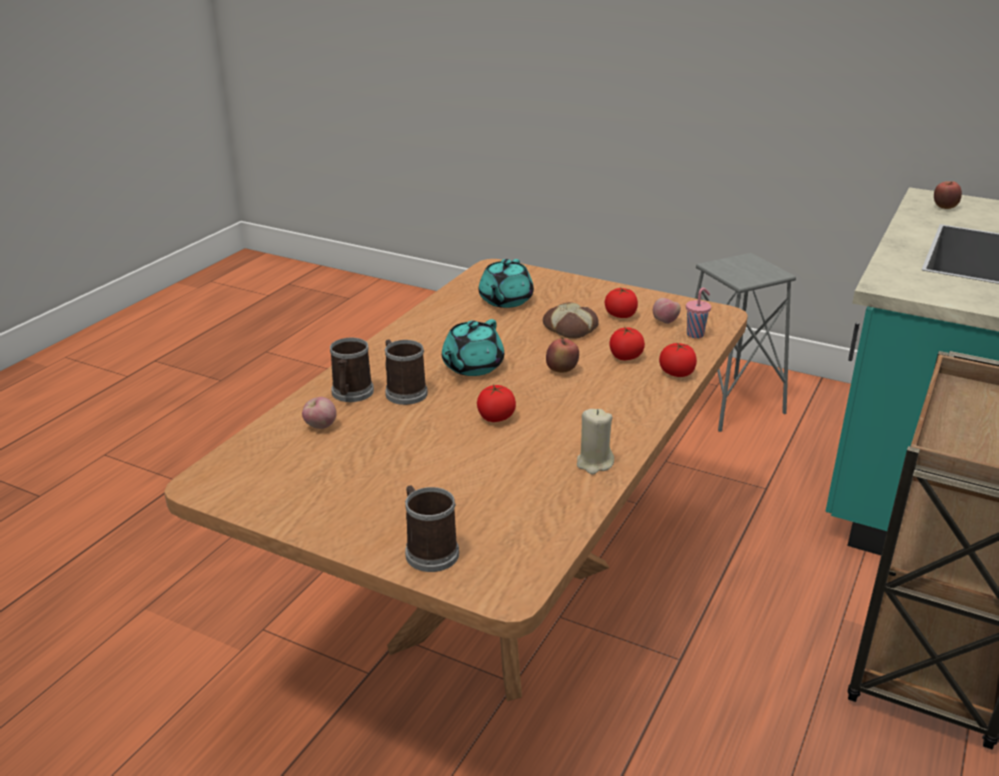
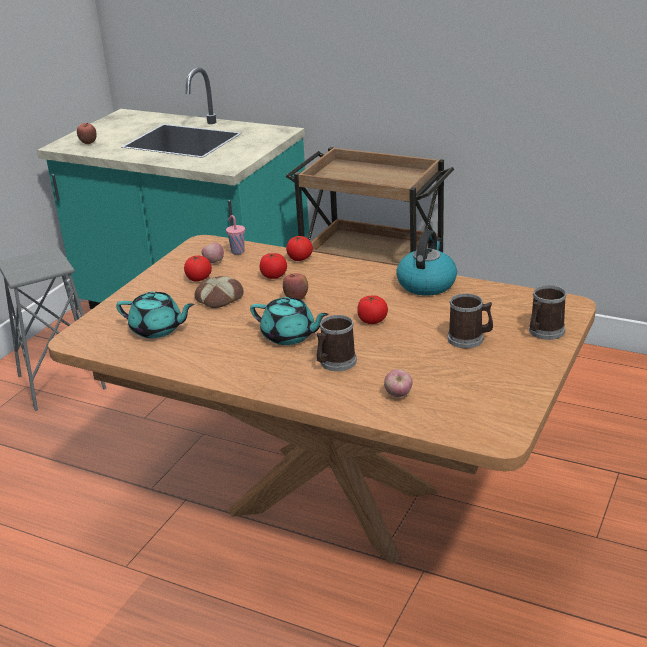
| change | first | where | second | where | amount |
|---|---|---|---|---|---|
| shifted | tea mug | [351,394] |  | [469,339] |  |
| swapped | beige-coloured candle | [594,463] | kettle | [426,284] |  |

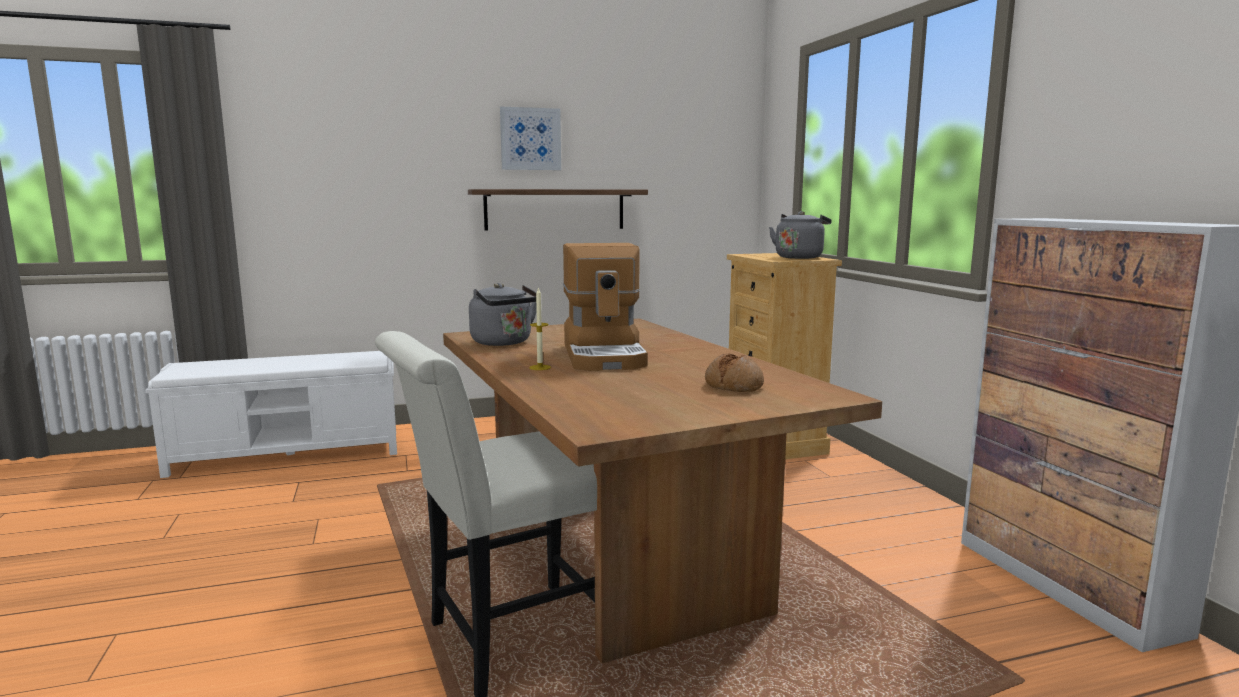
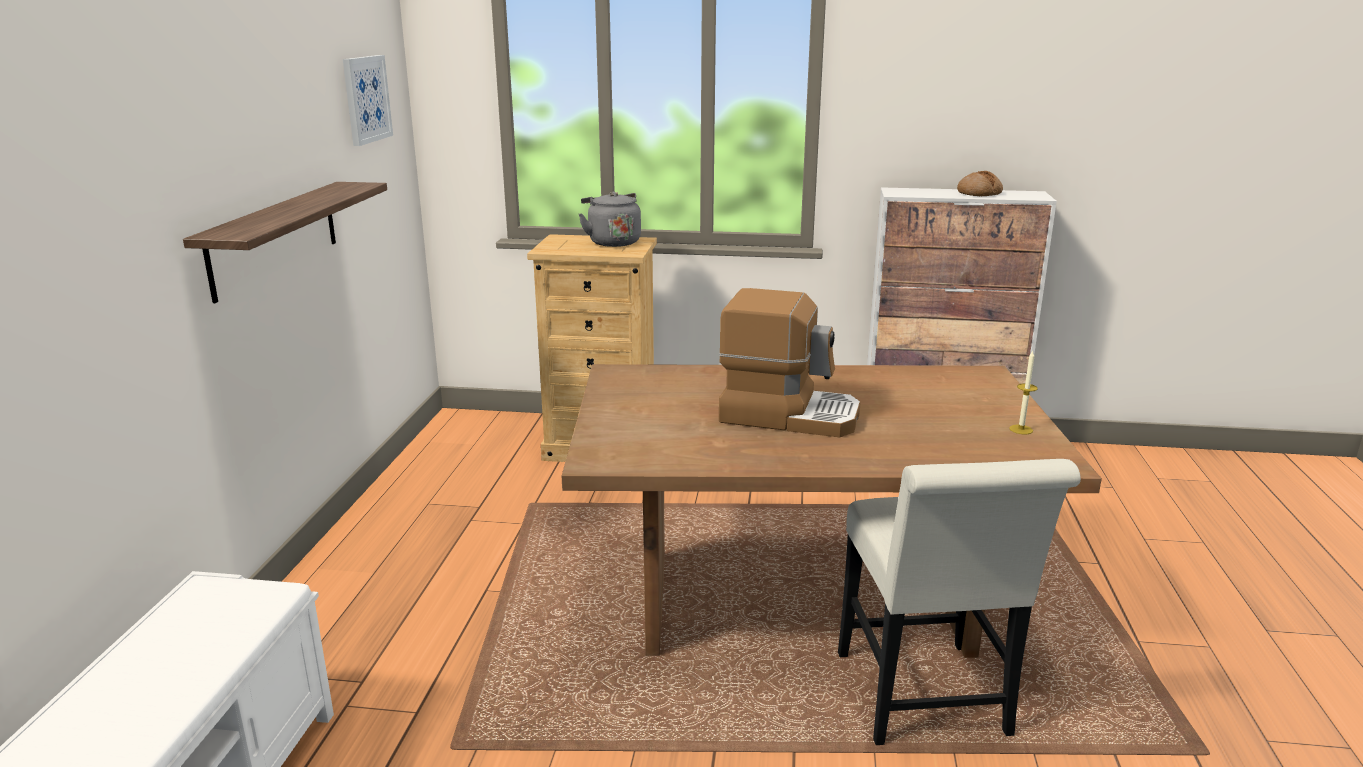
| change | first | where | second | where | amount |
|---|---|---|---|---|---|
| shifted | wall picture | [530,139] |  | [366,99] |  |
| gone | grey kettle | [504,343] |  |  |  |
| shifted | candle | [540,367] |  | [1021,429] |  |
| shifted | bakery bread | [734,385] |  | [979,193] |  |

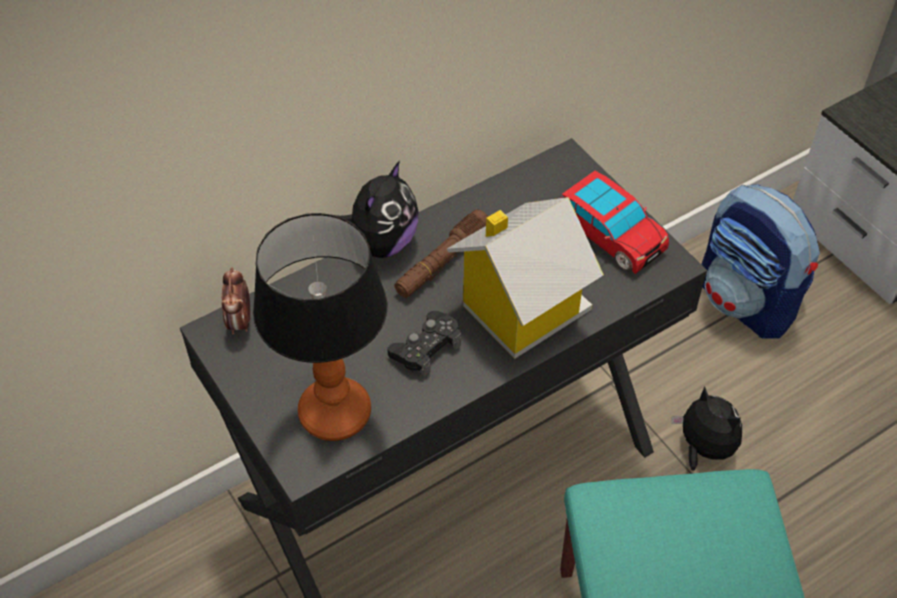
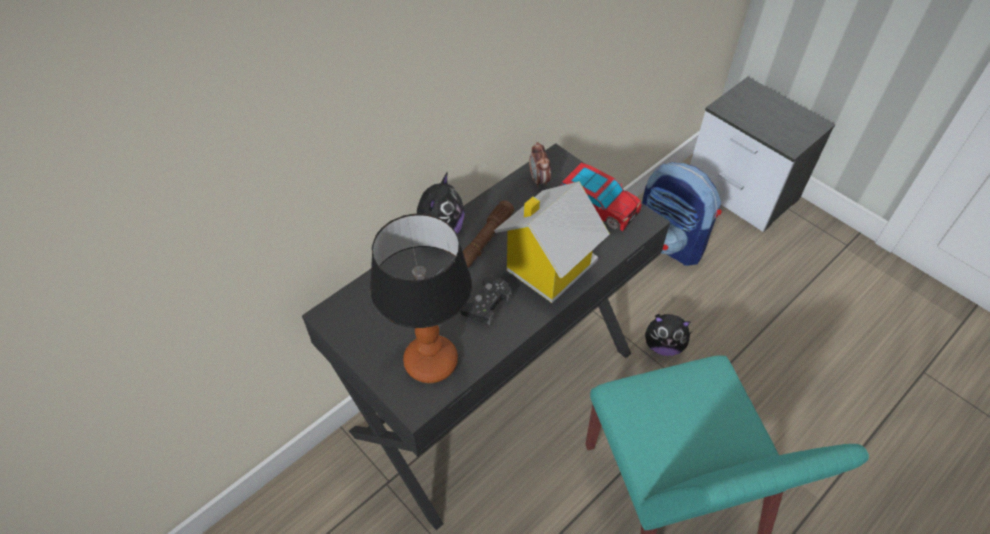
| change | first | where | second | where | amount |
|---|---|---|---|---|---|
| shifted | alarm clock | [240,322] |  | [539,180] |  |
| rotated | cuddly toy | [703,448] |  | [663,345] | 150 degrees clockwise |

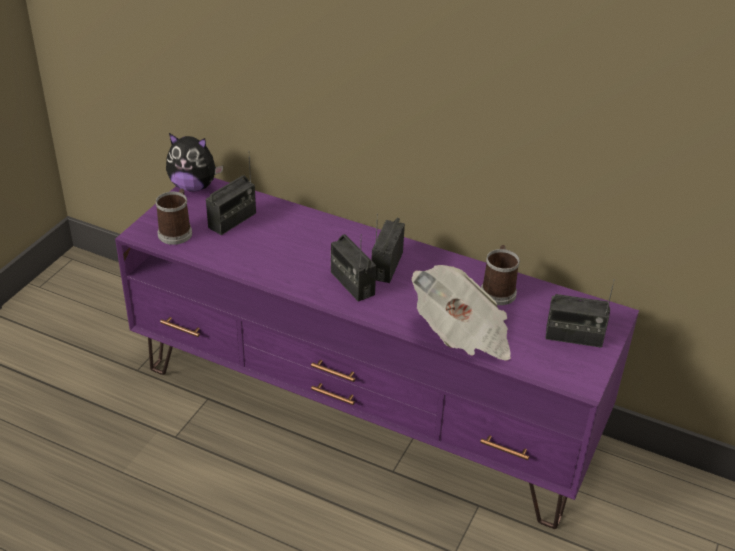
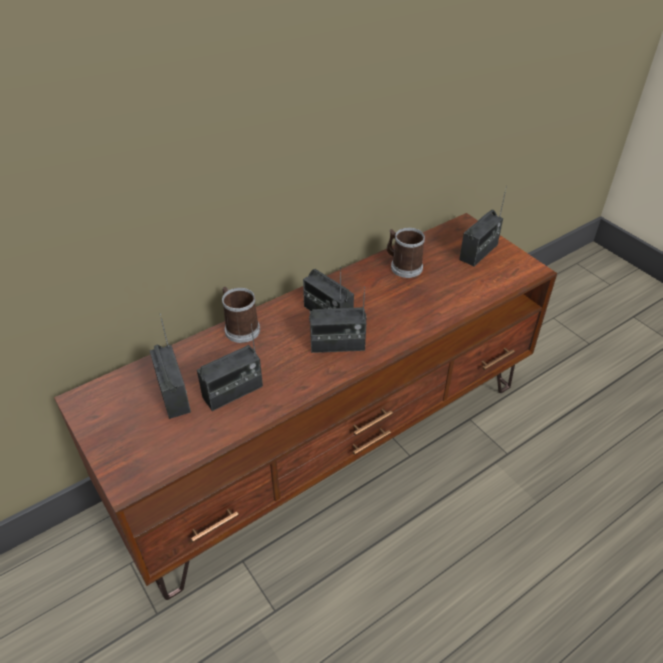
| change | first | where | second | where | amount |
|---|---|---|---|---|---|
| gone | cuddly toy | [194,186] |  |  |  |
| repainted | purple-coloured media console | [365,407] | brownish media console | [331,443] |  |
| shifted | tea mug | [177,231] |  | [240,328] |  |
| gone | newspaper | [462,335] |  |  |  |
| new |  |  | radio set | [233,392] |  |

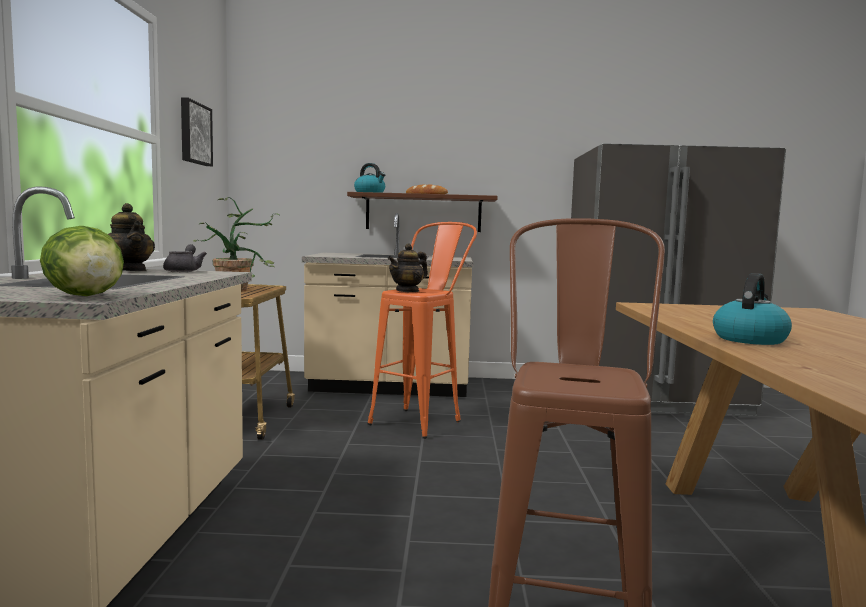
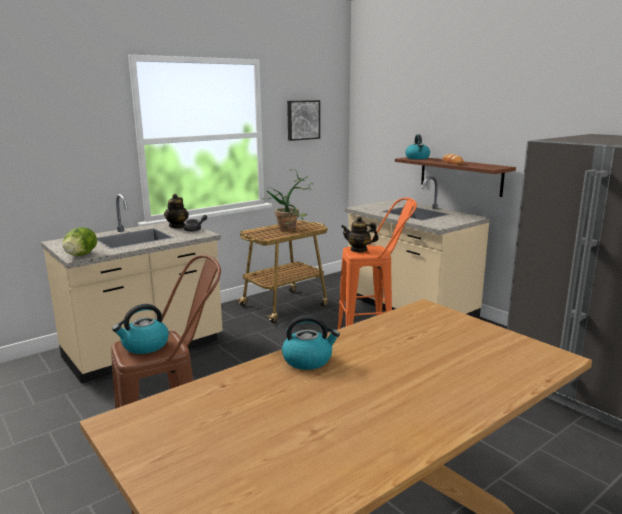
| change | first | where | second | where | amount |
|---|---|---|---|---|---|
| new |  |  | kettle | [144,346] |  |

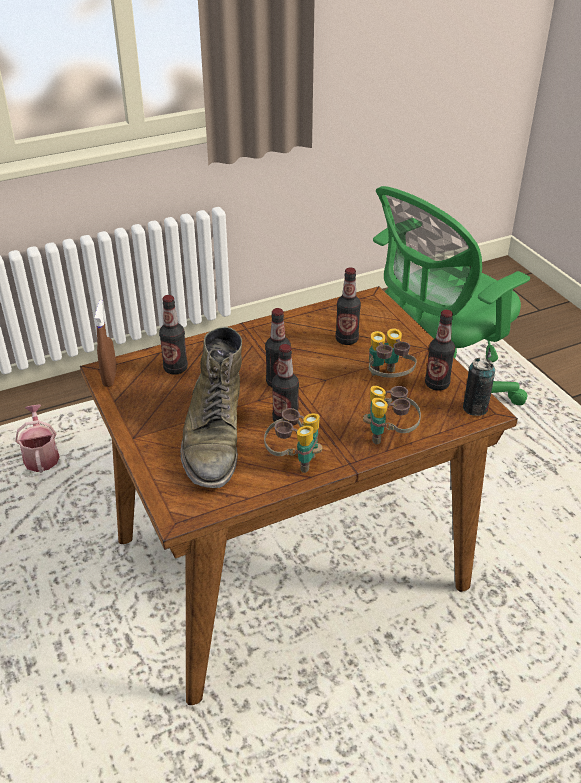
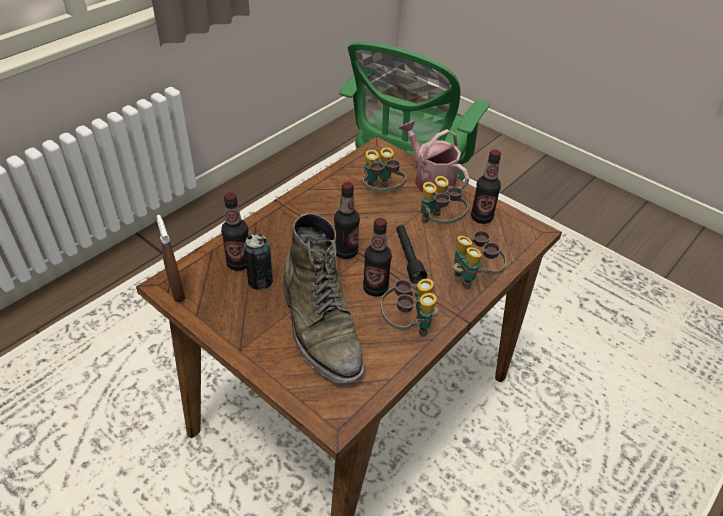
| change | first | where | second | where | amount |
|---|---|---|---|---|---|
| swapped | bottle | [346,339] | pair of binoculars | [380,194] |  |
| shifted | can | [475,408] |  | [260,281] |  |
| shifted | watering can | [41,456] |  | [430,179] |  |
| new |  |  | blackish hand torch | [408,258] |  |

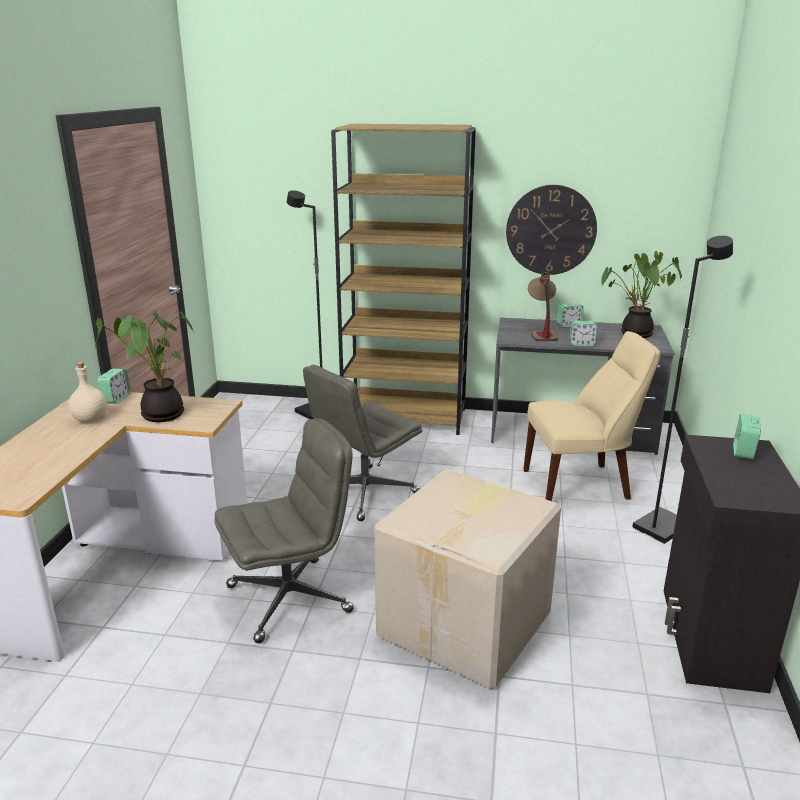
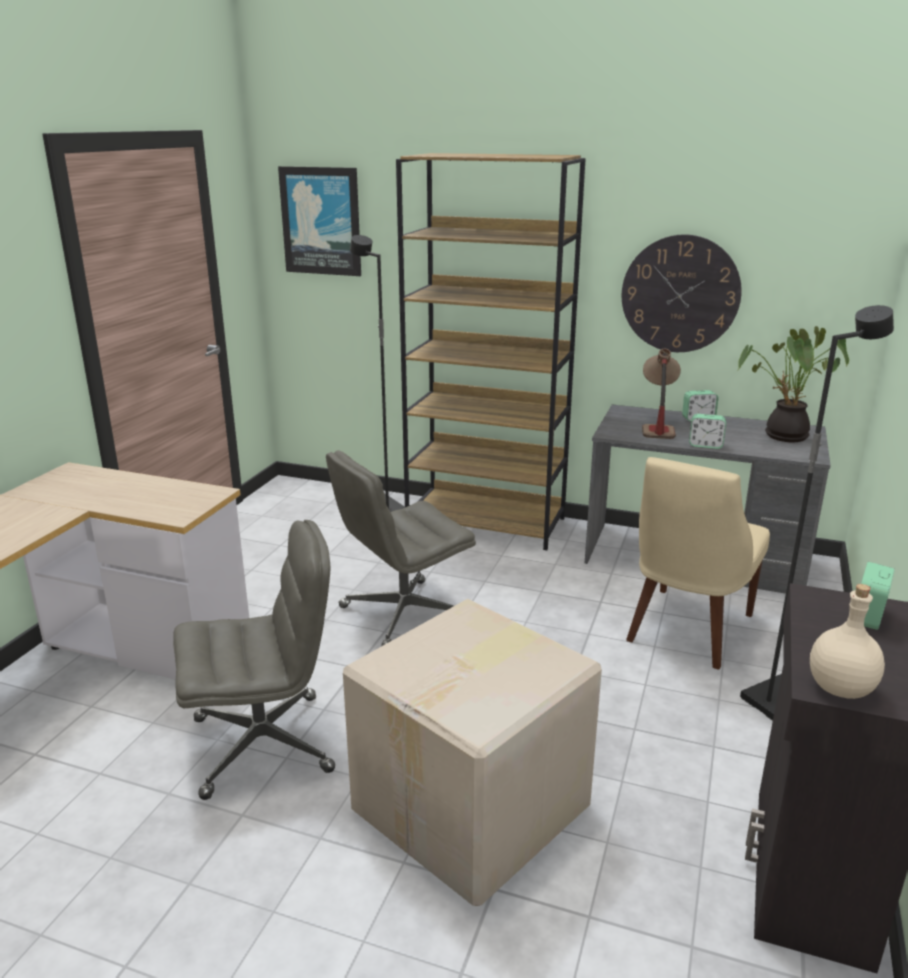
| change | first | where | second | where | amount |
|---|---|---|---|---|---|
| gone | plant in a pot | [159,414] |  |  |  |
| rotated | beige-coloured plain chair | [581,484] |  | [686,630] | 120 degrees clockwise |
| shifted | beige-coloured bottle | [90,420] |  | [840,689] |  |
| gone | alarm clock | [116,399] |  |  |  |
| new |  |  | wall picture | [321,221] |  |

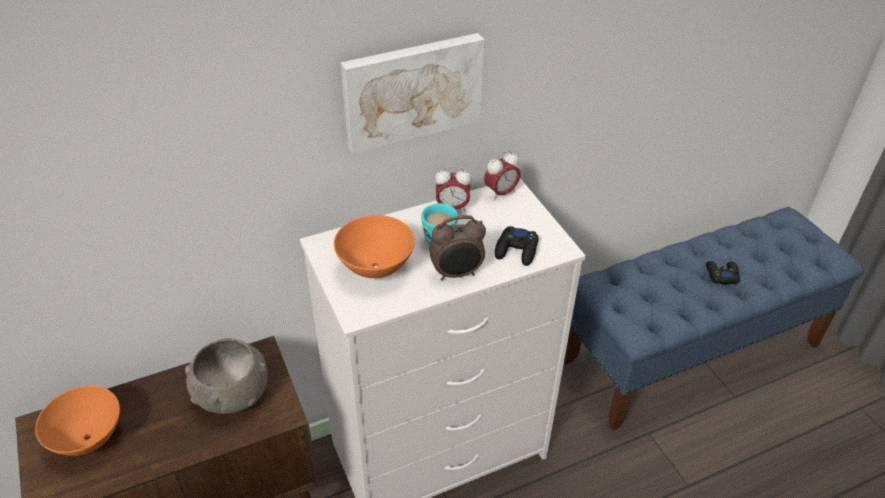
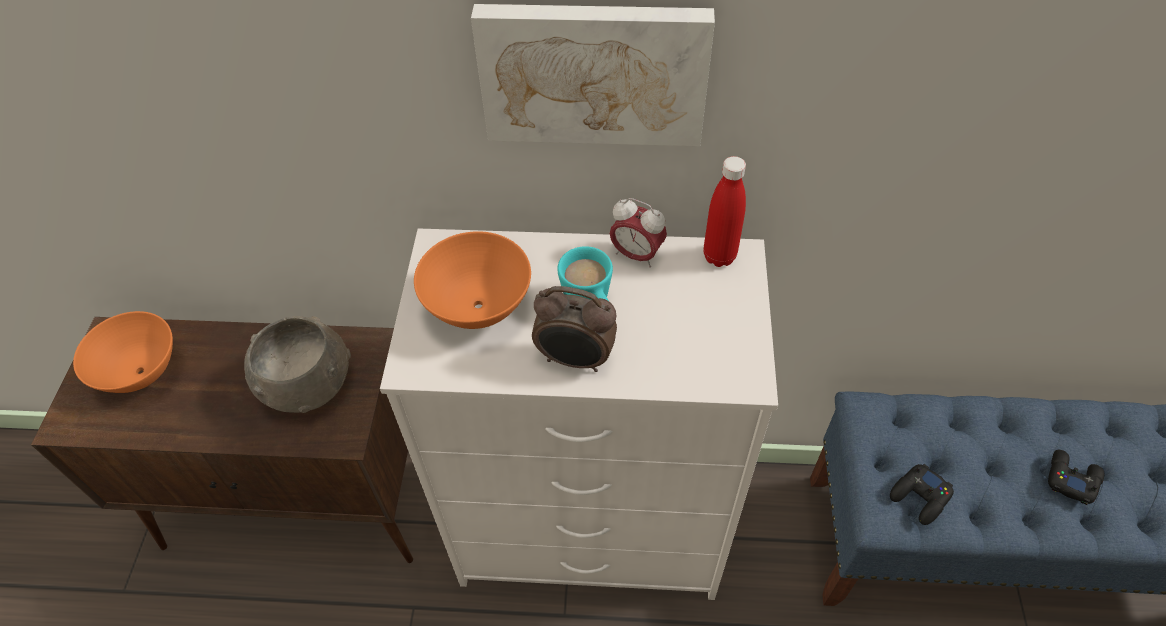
| change | first | where | second | where | amount |
|---|---|---|---|---|---|
| swapped | alarm clock | [501,193] | red-coloured bottle | [719,256] |  |
| shifted | blackish gamepad | [517,250] |  | [920,497] |  |

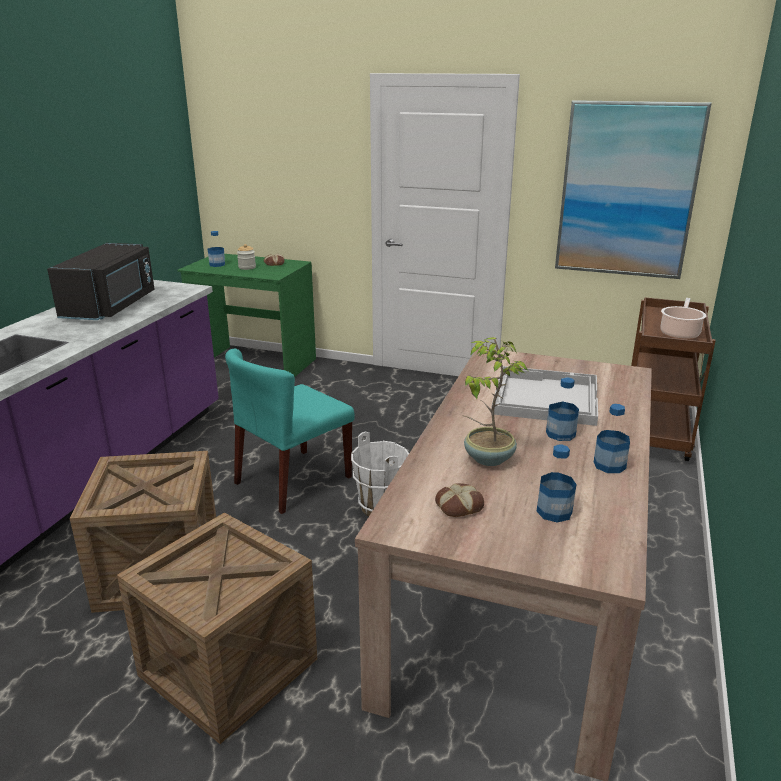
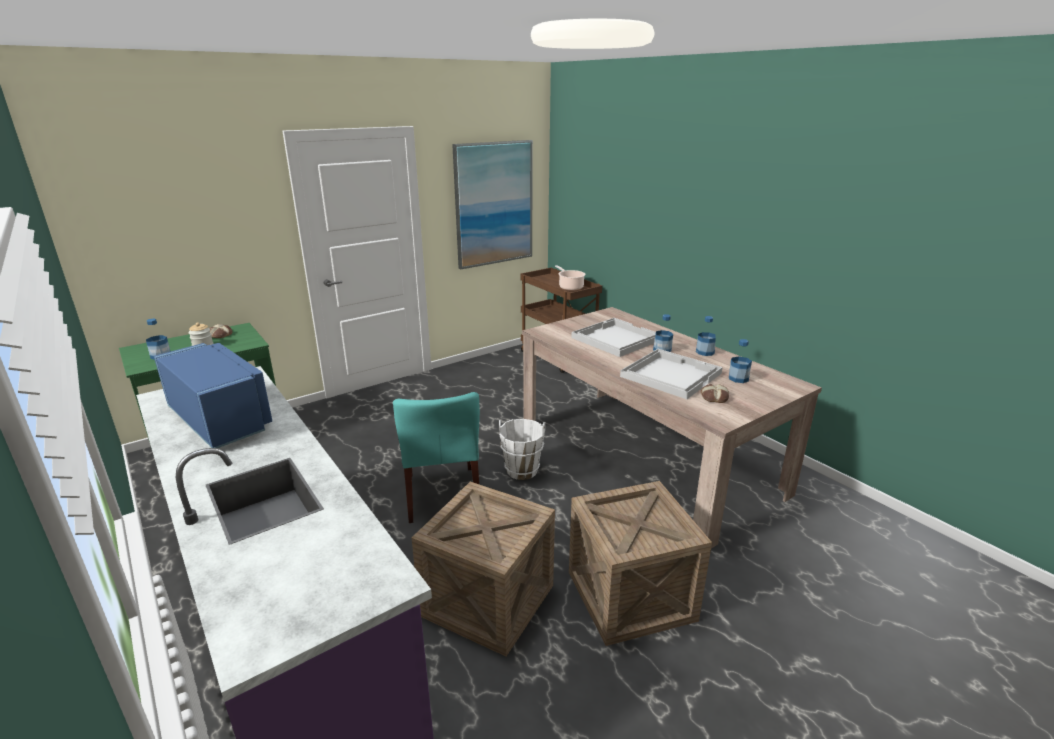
| change | first | where | second | where | amount |
|---|---|---|---|---|---|
| repainted | blackish microwave | [112,306] | blue microwave | [222,419] |  |
| swapped | plant in a pot | [487,458] | white serving tray | [670,374] |  |

